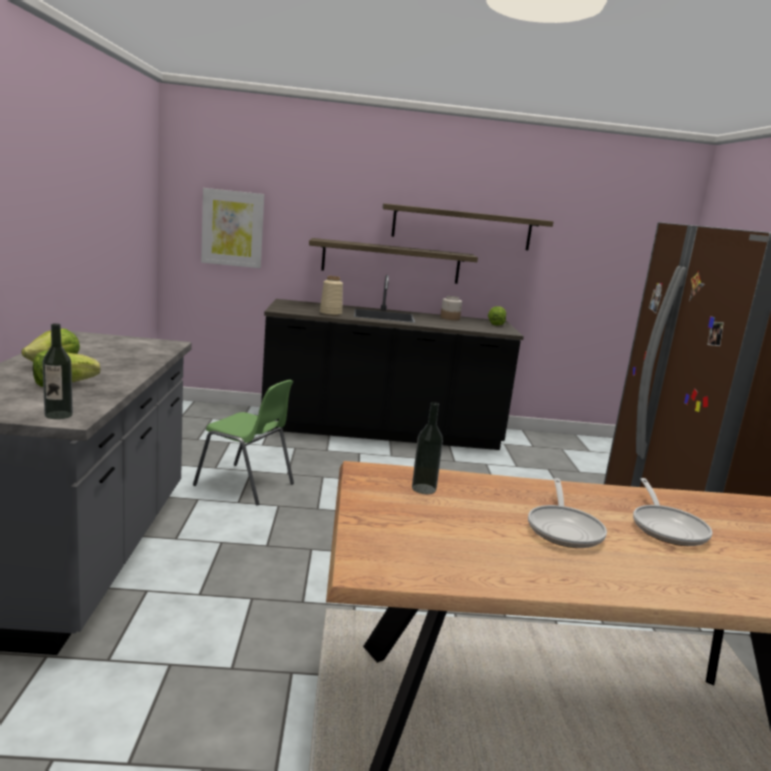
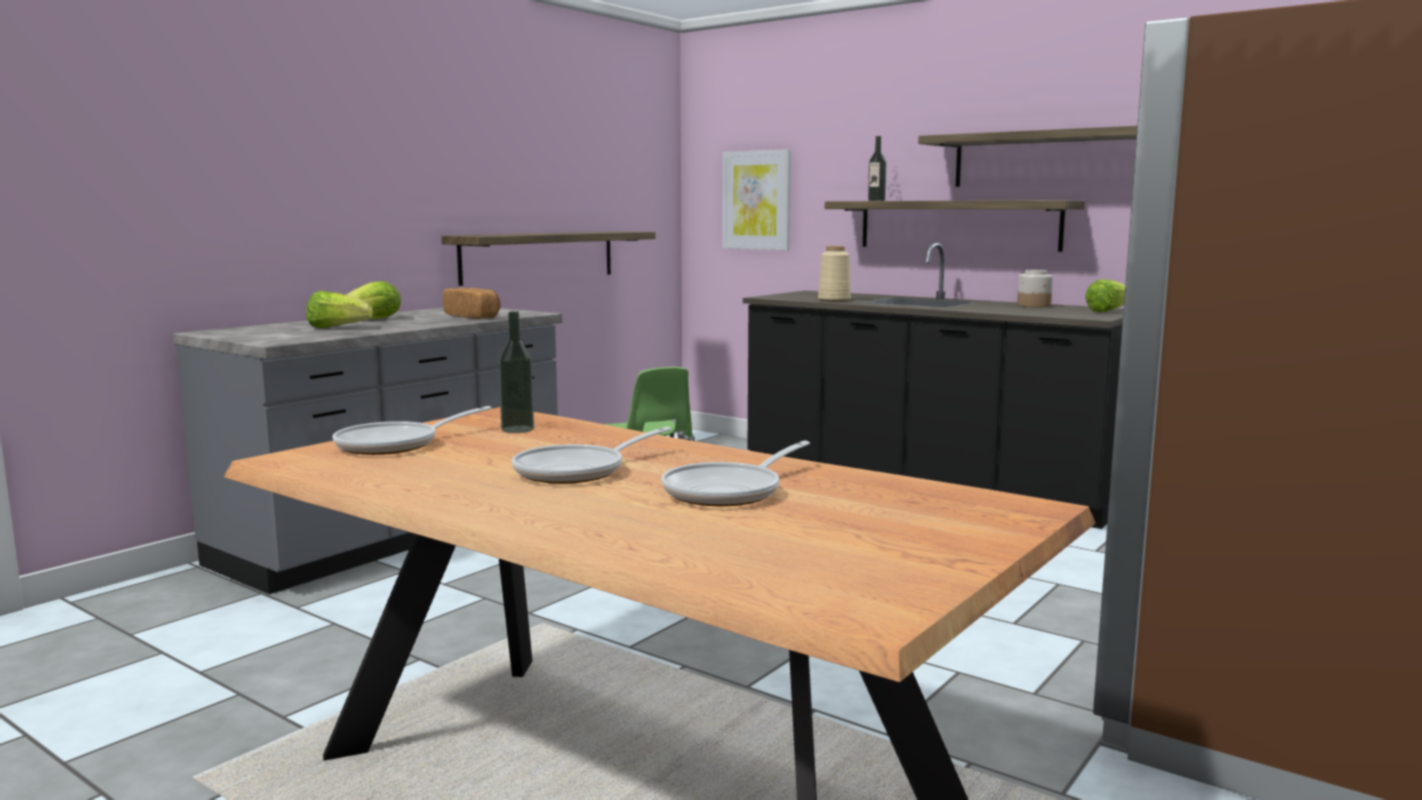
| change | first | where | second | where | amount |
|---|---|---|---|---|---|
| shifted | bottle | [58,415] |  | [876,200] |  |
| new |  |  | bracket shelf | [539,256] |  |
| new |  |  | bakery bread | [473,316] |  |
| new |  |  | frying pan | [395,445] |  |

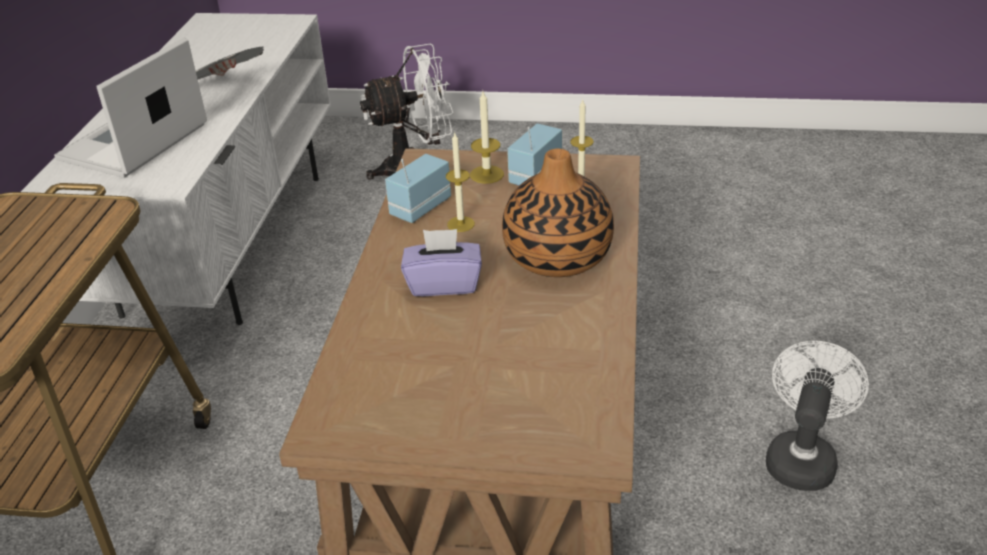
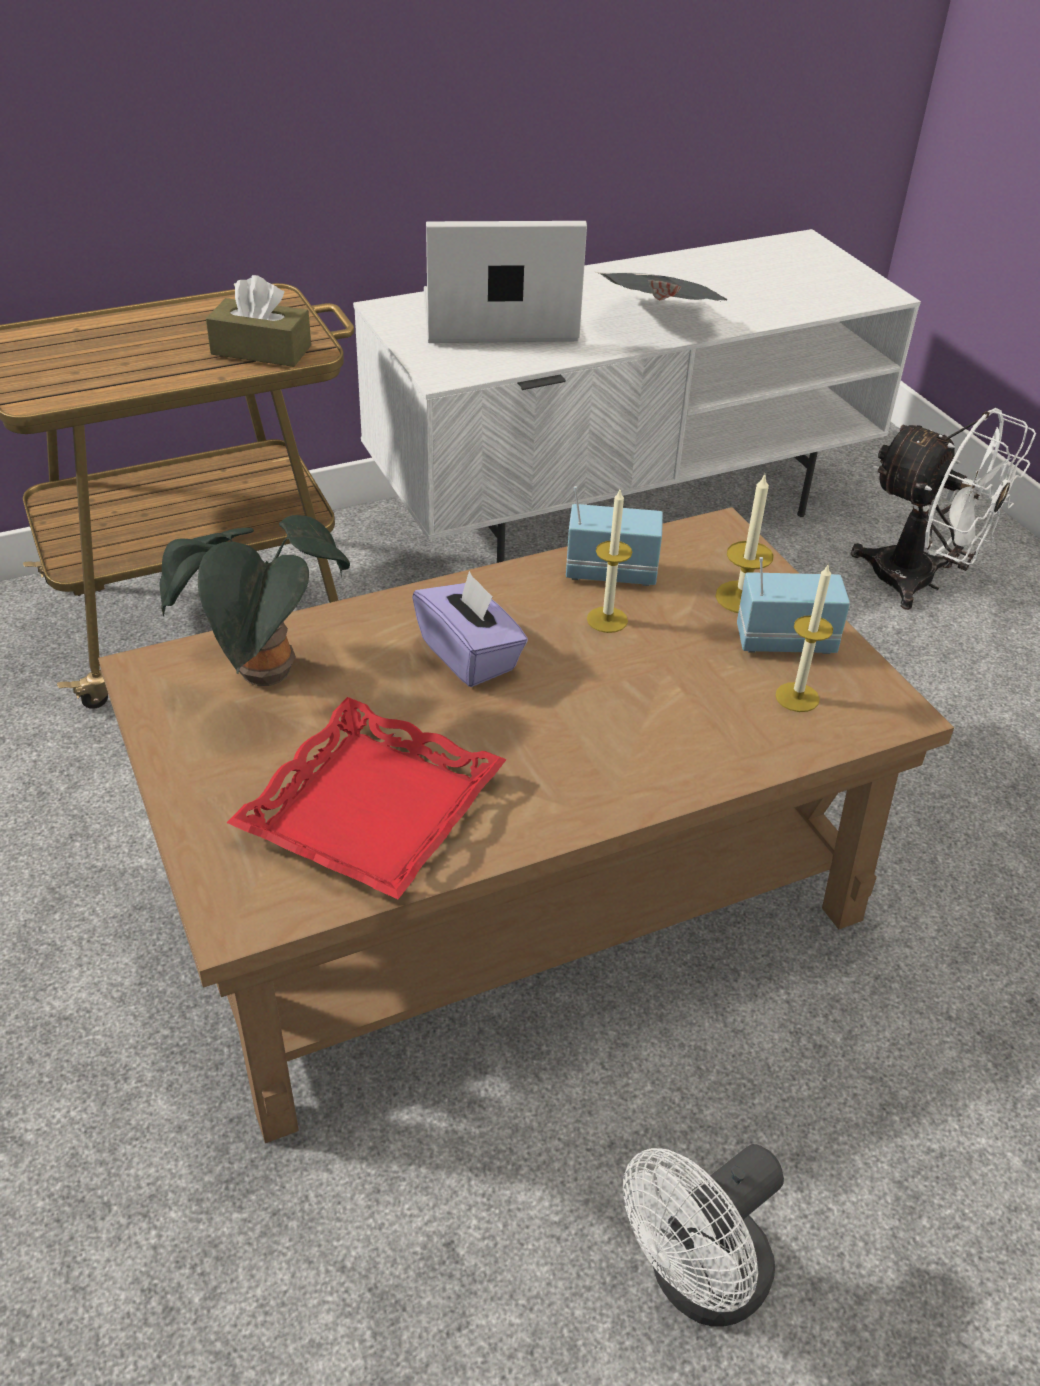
| change | first | where | second | where | amount |
|---|---|---|---|---|---|
| gone | flower vase | [558,257] |  |  |  |
| rotated | white fan | [801,457] |  | [696,1281] | 150 degrees clockwise |
| new |  |  | brownish tissue holder | [261,350] |  |
| new |  |  | plant in a pot | [266,677] |  |
| new |  |  | red-coloured serving tray | [373,810] |  |

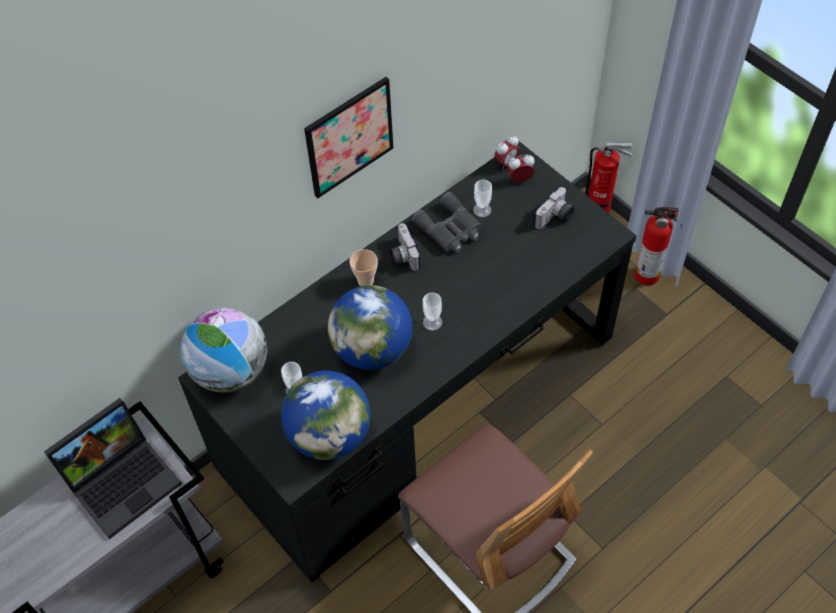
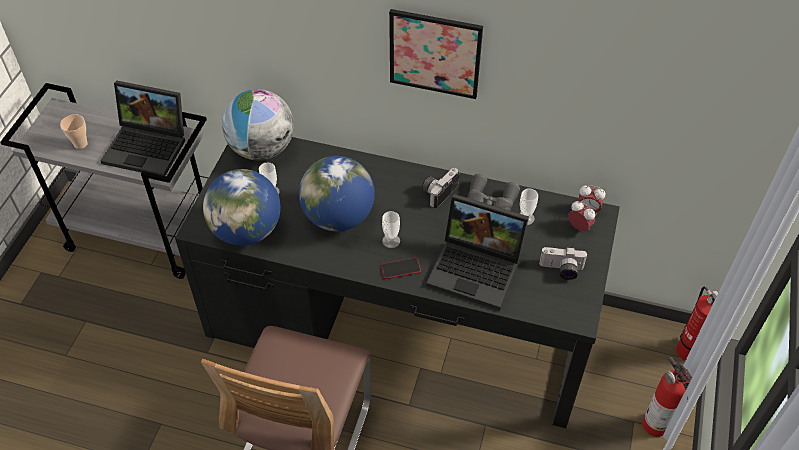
| change | first | where | second | where | amount |
|---|---|---|---|---|---|
| shifted | small cup | [365,281] |  | [80,144] |  |
| new |  |  | portable computer | [477,269] |  |
| new |  |  | phone | [400,269] |  |

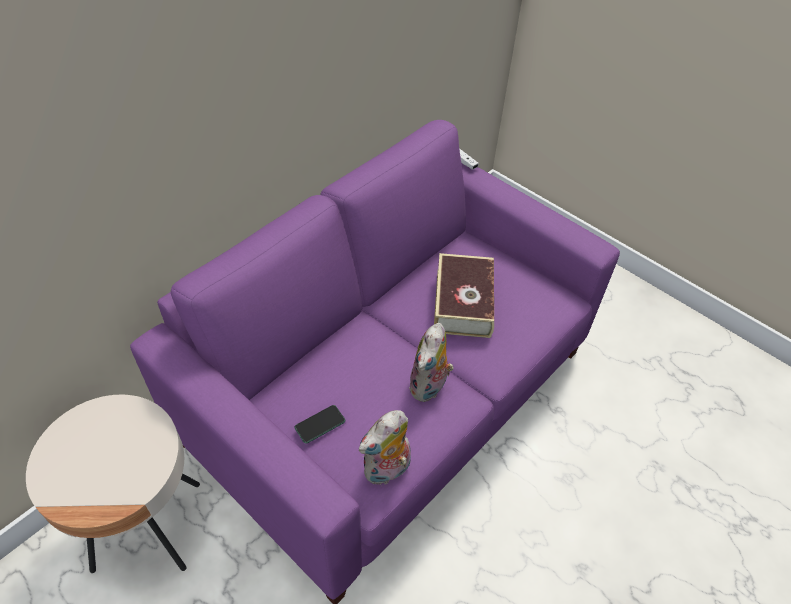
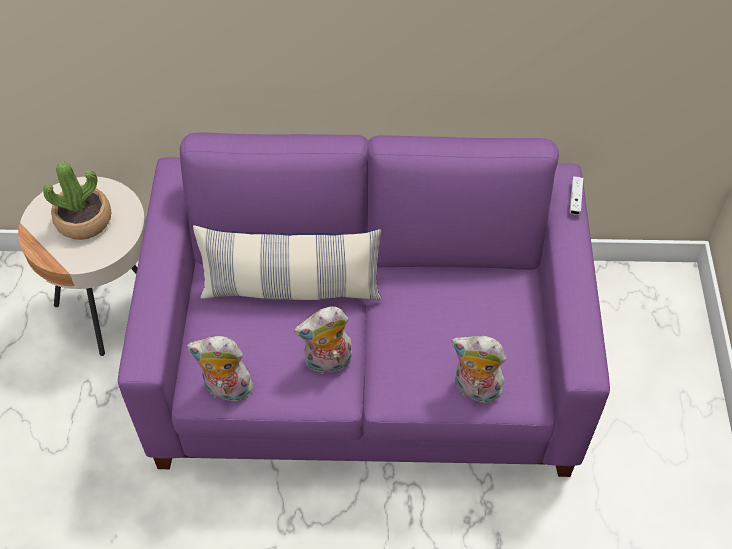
| change | first | where | second | where | amount |
|---|---|---|---|---|---|
| gone | volume | [463,303] |  |  |  |
| gone | phone | [320,424] |  |  |  |
| new |  |  | plant in a pot | [84,220] |  |
| new |  |  | pillow | [291,288] |  |
| new |  |  | cuddly toy | [475,390] |  |

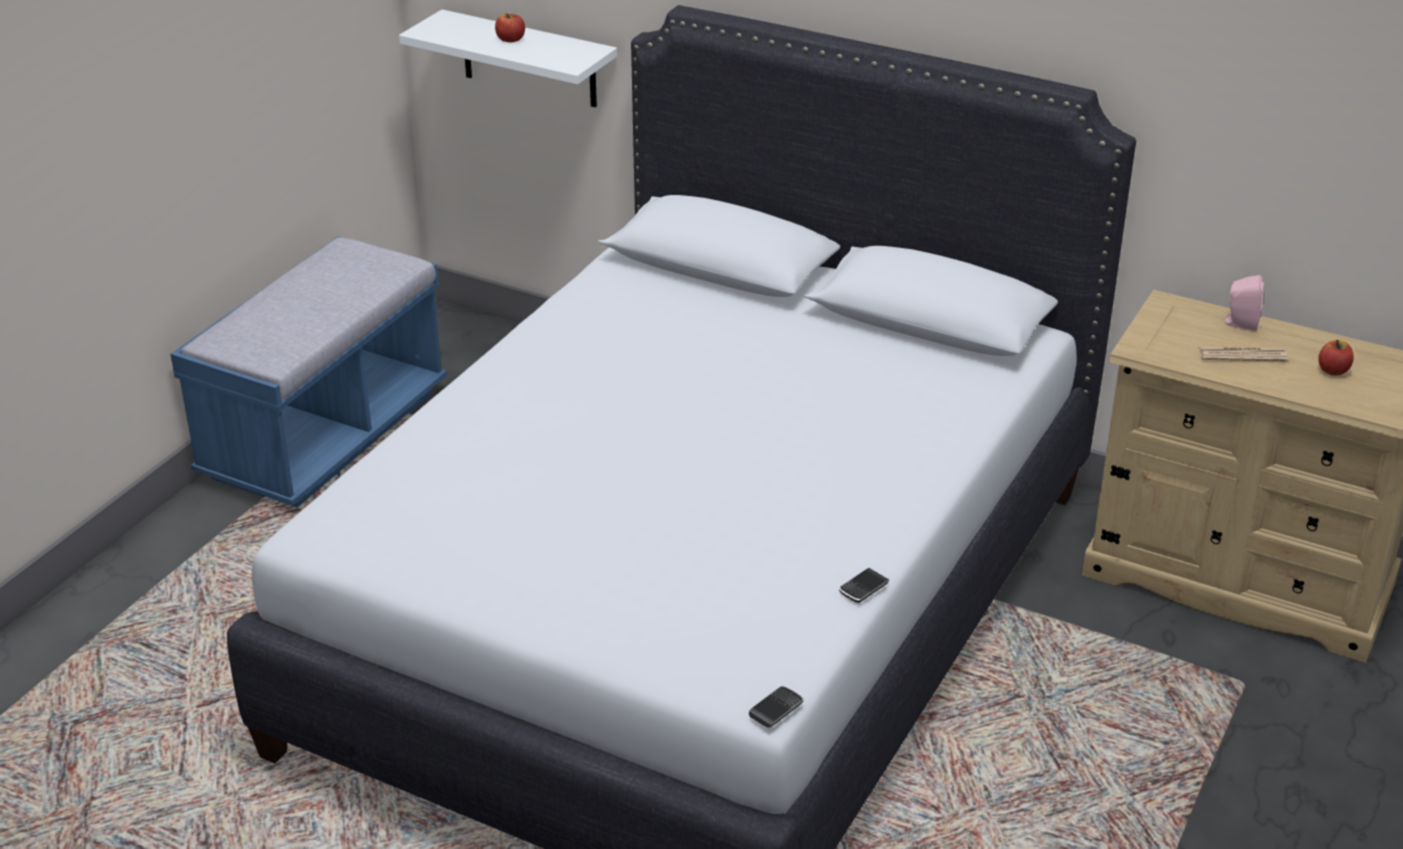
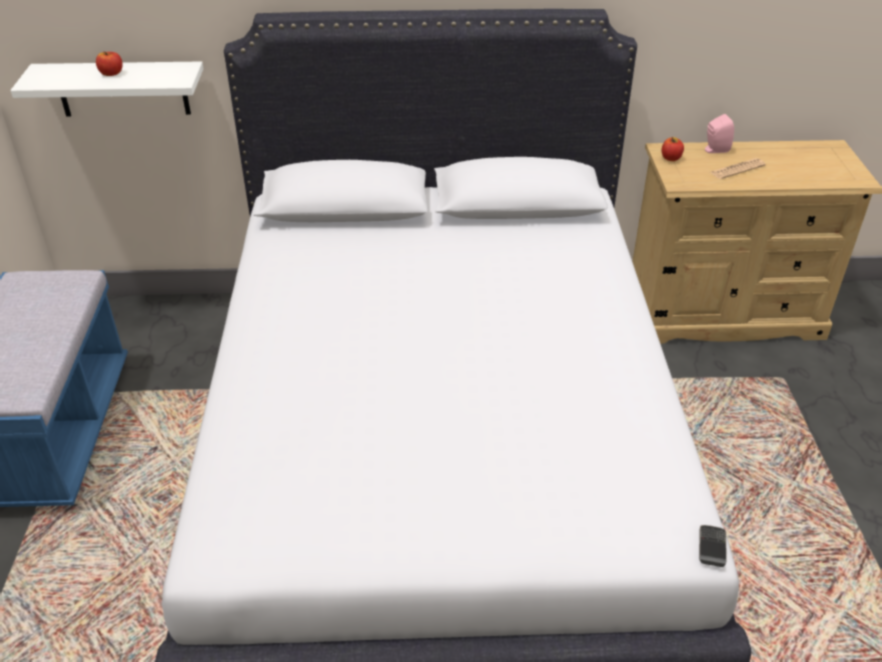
| change | first | where | second | where | amount |
|---|---|---|---|---|---|
| shifted | apple | [1333,370] |  | [671,158] |  |
| gone | phone | [863,588] |  |  |  |

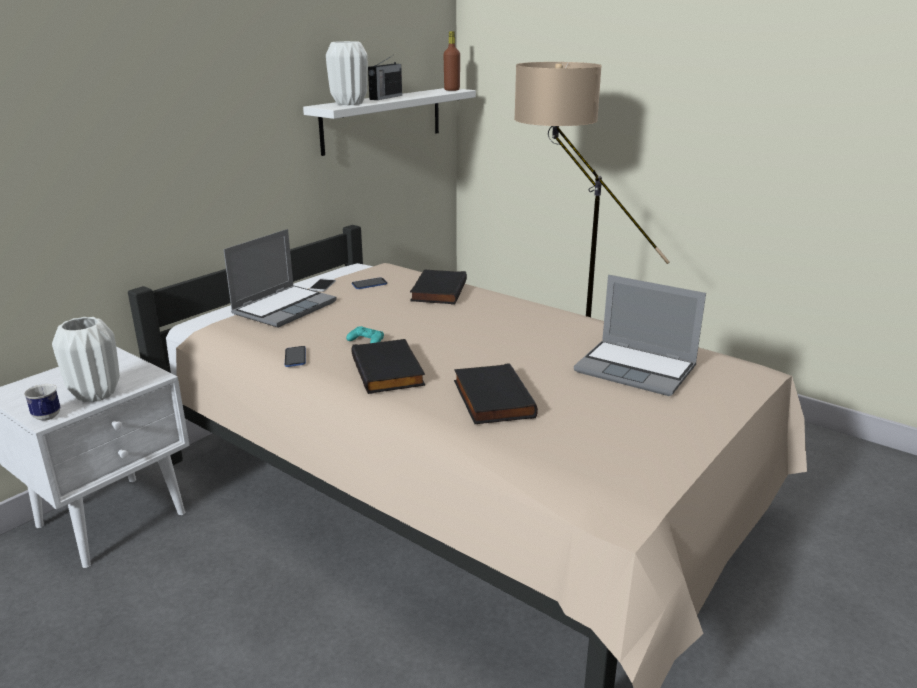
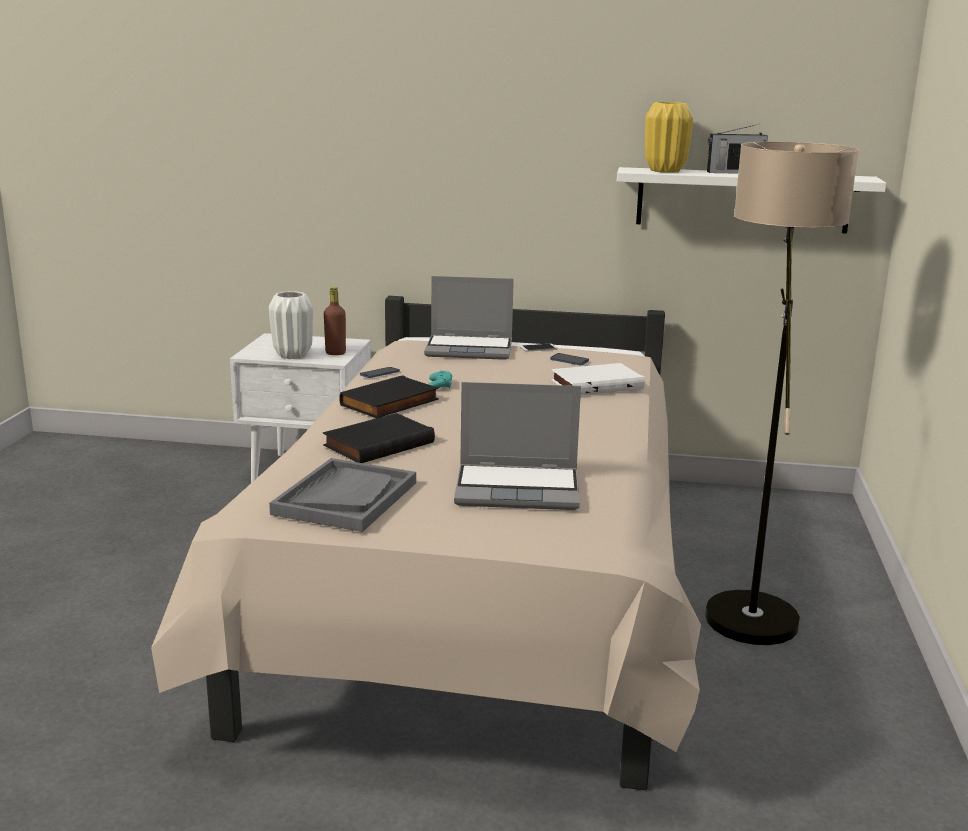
| change | first | where | second | where | amount |
|---|---|---|---|---|---|
| shifted | brownish bottle | [452,90] |  | [335,353] |  |
| repainted | white flower vase | [349,103] | yellow-coloured flower vase | [665,171] |  |
| repainted | blackish volume | [437,291] | white volume | [596,384] |  |
| rotated | portable computer | [637,369] |  | [519,489] | 90 degrees counterclockwise |
| gone | tea mug | [47,418] |  |  |  |
| new |  |  | grey serving tray | [345,498] |  |

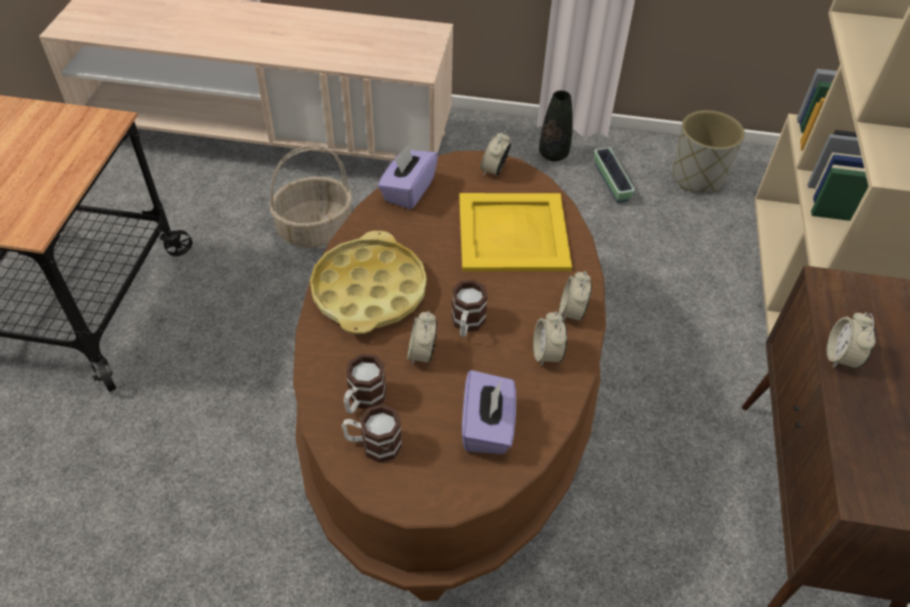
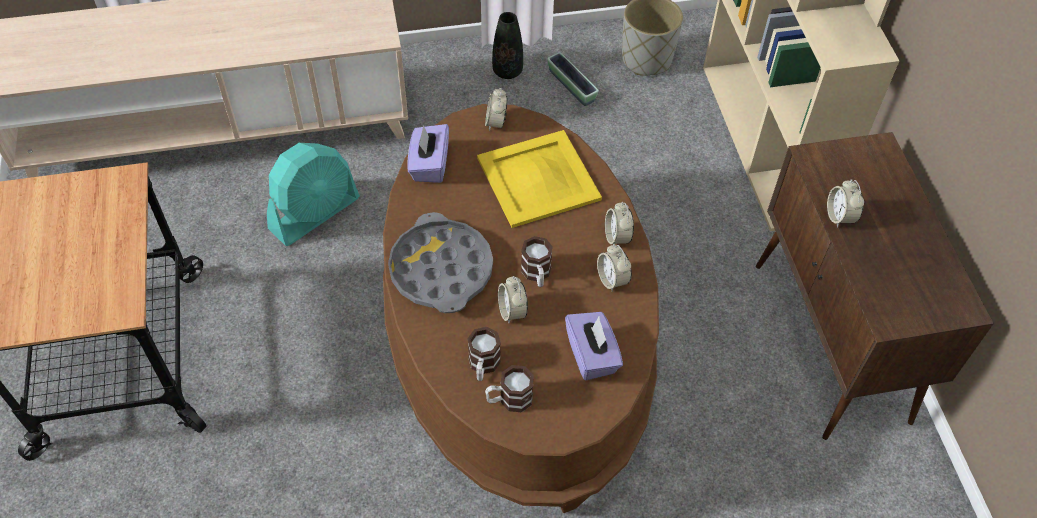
| change | first | where | second | where | amount |
|---|---|---|---|---|---|
| swapped | storage basket | [316,229] | blue-green fan | [315,213] |  |
| repainted | yellow-coloured serving tray | [369,290] | grey serving tray | [441,270] |  |

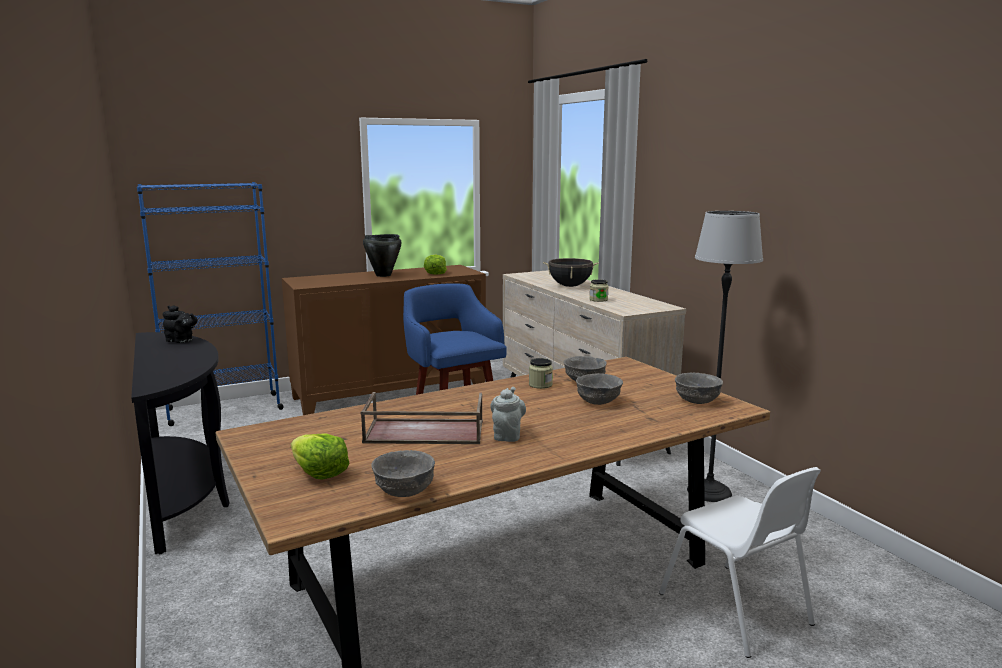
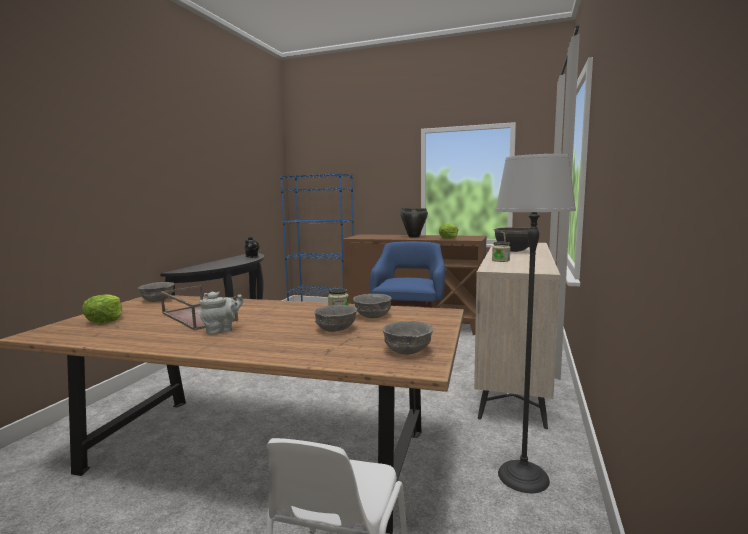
| change | first | where | second | where | amount |
|---|---|---|---|---|---|
| shifted | grey deep dish | [405,490] |  | [158,300] |  |

